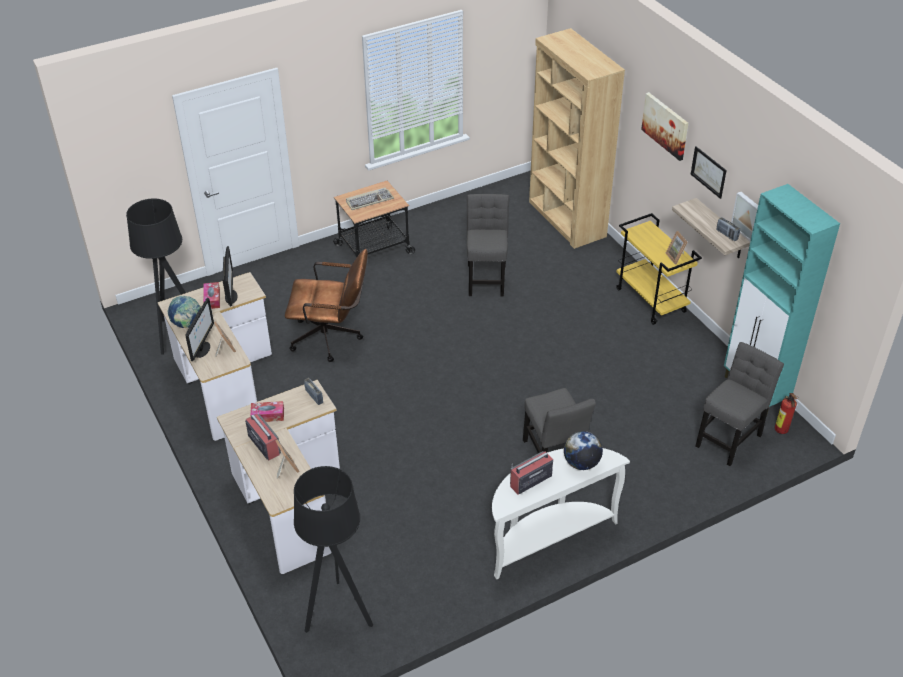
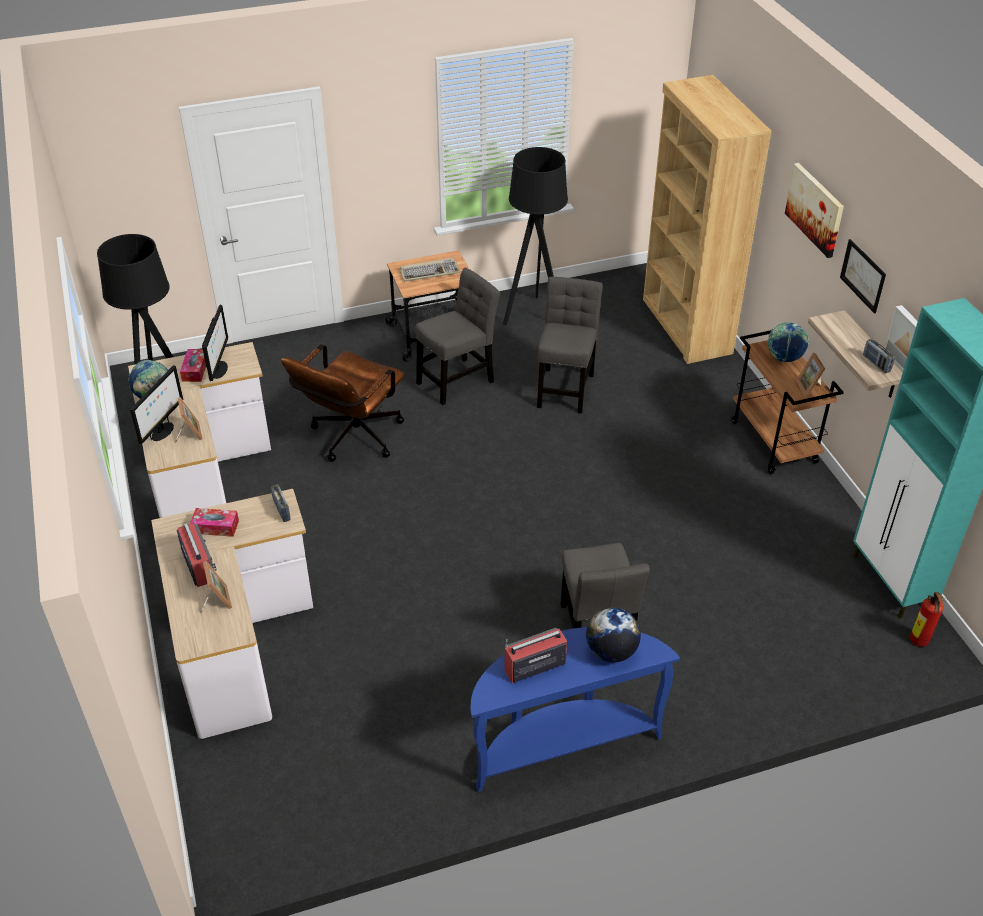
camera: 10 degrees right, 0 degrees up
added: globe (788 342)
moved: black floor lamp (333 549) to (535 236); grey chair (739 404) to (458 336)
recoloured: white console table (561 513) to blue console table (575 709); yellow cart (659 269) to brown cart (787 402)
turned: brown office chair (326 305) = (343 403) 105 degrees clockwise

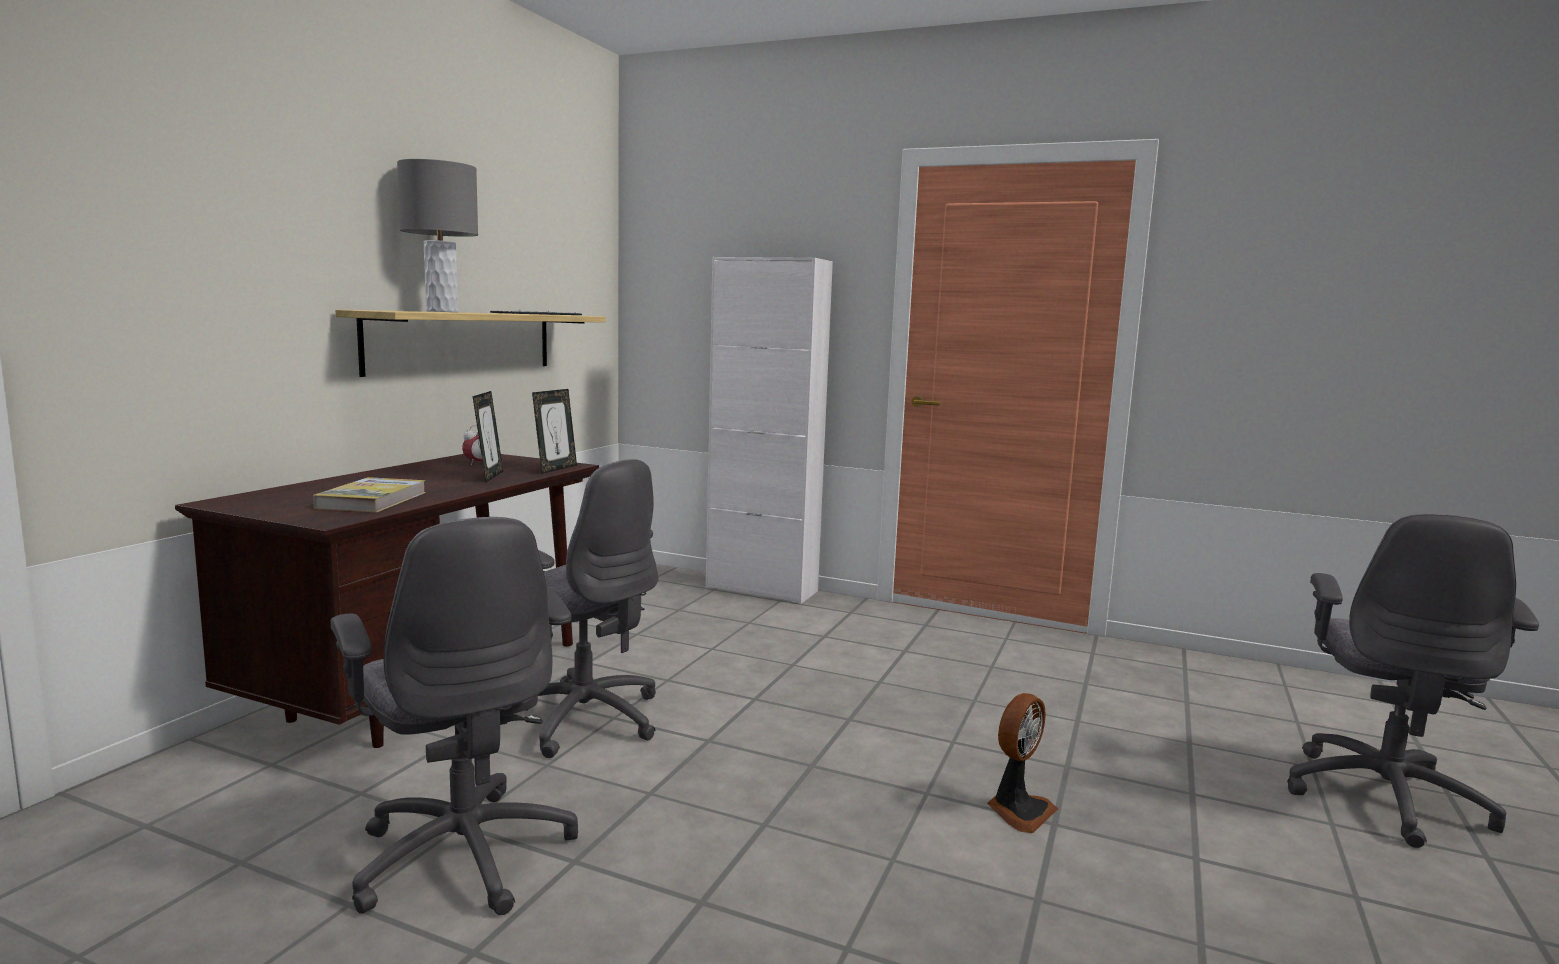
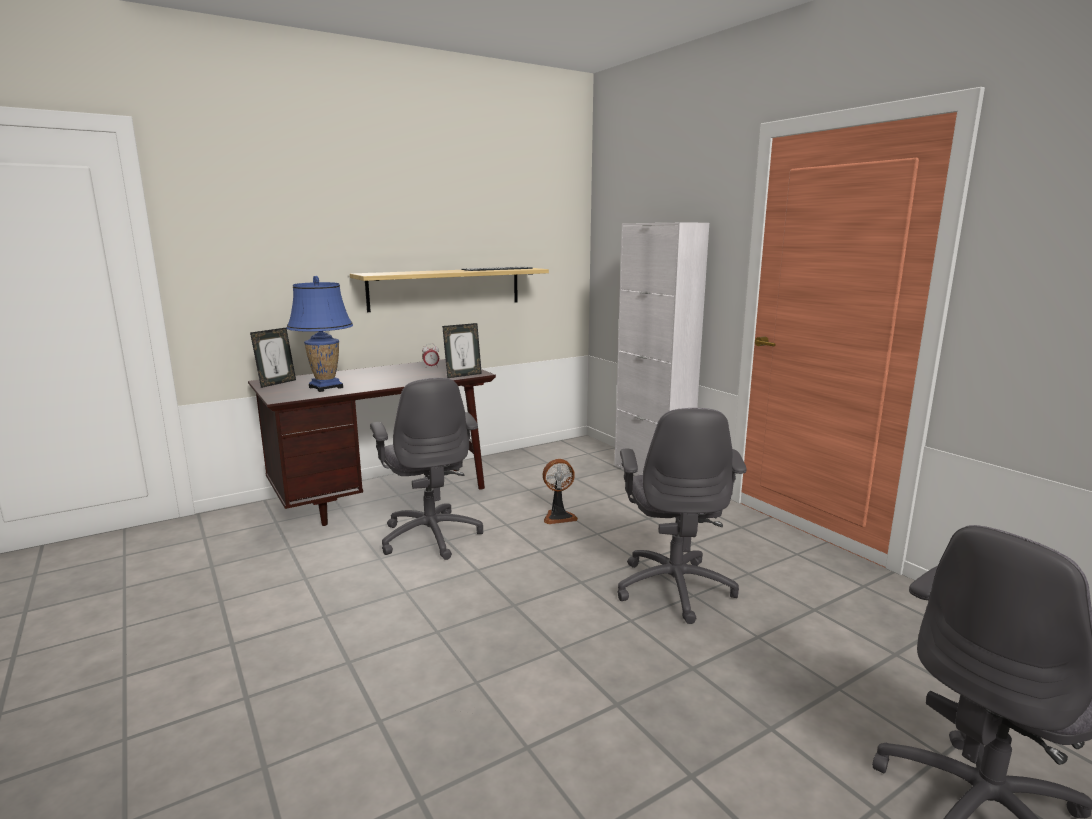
camera: 35 degrees right, 5 degrees up
removed: grey table lamp (437 235)
moved: grey office chair (454 716) to (682 516); picture frame (488 436) to (273 358); fan (1022 763) to (560 491)
replaced: book (369 494) to blue table lamp (320 334)

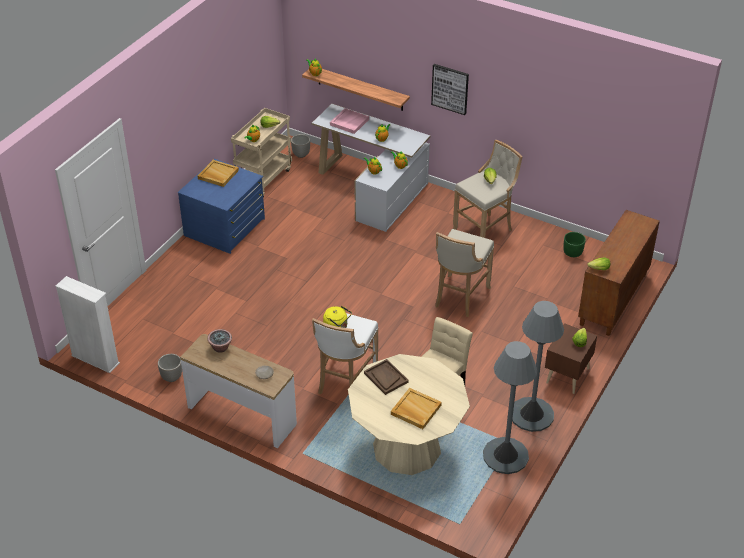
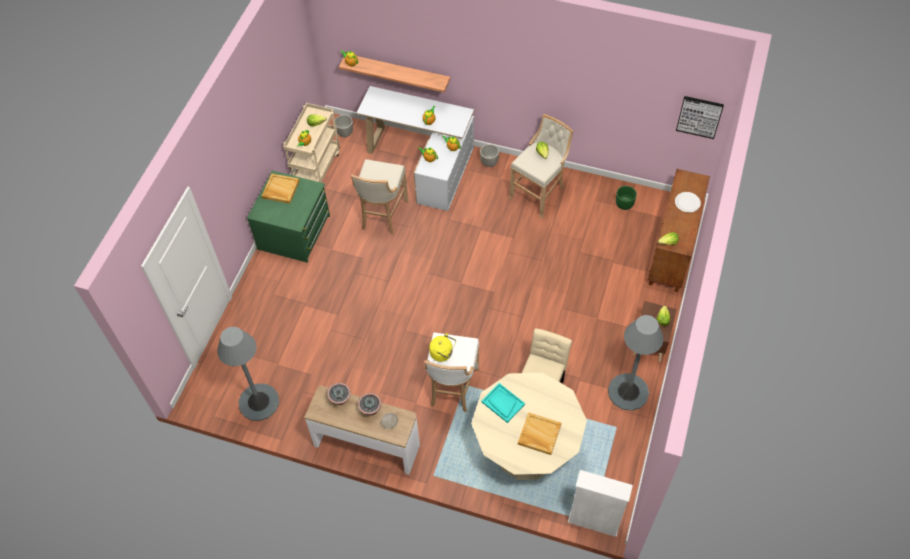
camera: 10 degrees left, 15 degrees up
removed: pink tray (349 121)
added: potted plant (369 404); white plate (688 202)
moved: white bookcase (87 324) to (600 503); planter (170 368) to (489 155); picture (450 89) to (700 117); beige stool (464 273) to (380 197); grey floor lamp (510 407) to (248 374)
recoloured: blue dresser (221 206) to green dresser (288 217); brown tray (386 377) to turquoise tray (503 403)

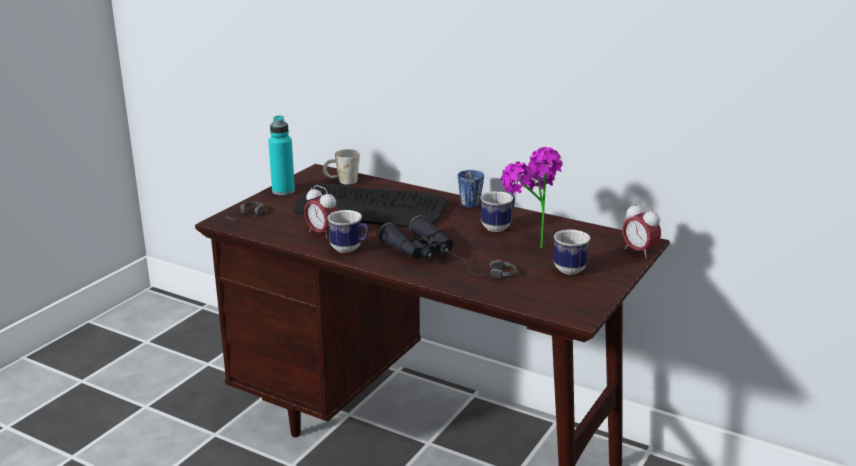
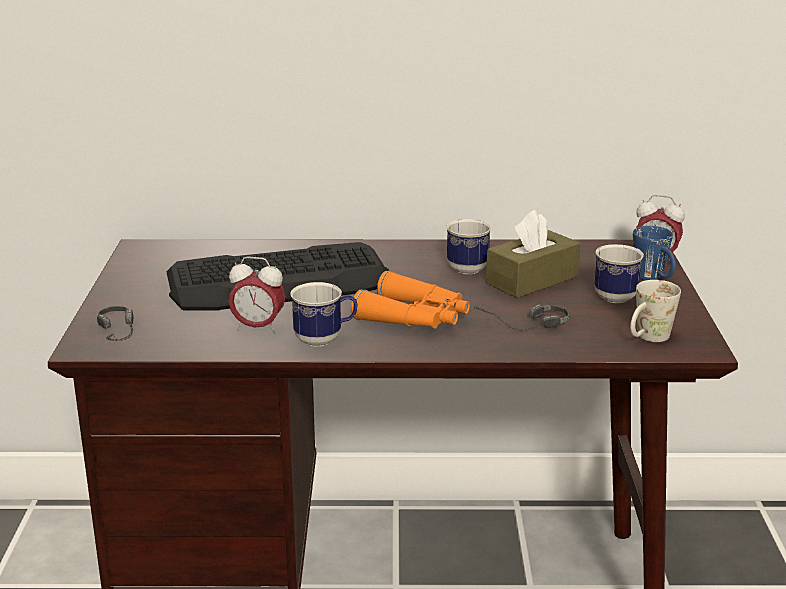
camera: 30 degrees left, 0 degrees up
removed: turquoise bottle (281 155)
moved: white mug (341 167) to (655 311); blue mug (471 189) to (654 253)
replaced: potted plant (532 198) to brown tissue box (533 254)
recoloured: black binoculars (415 237) to orange binoculars (410 300)

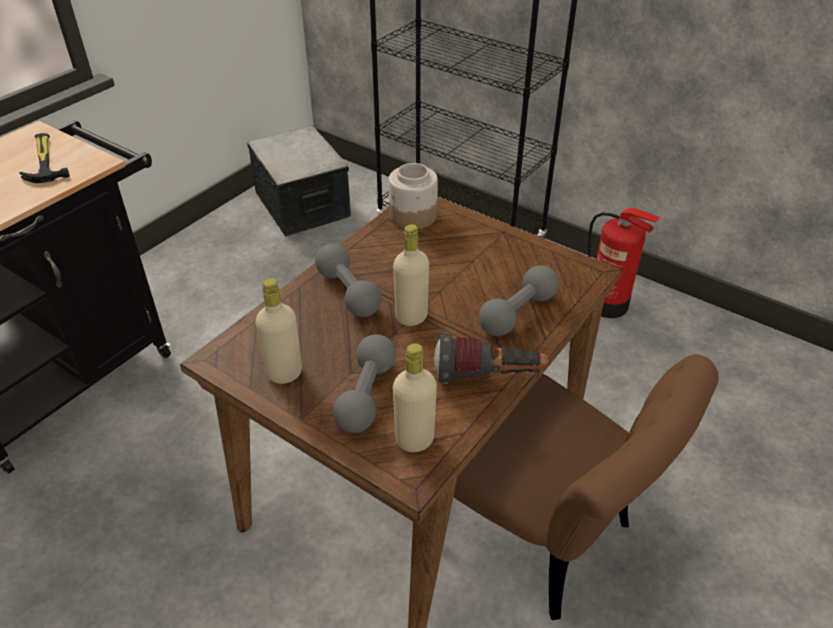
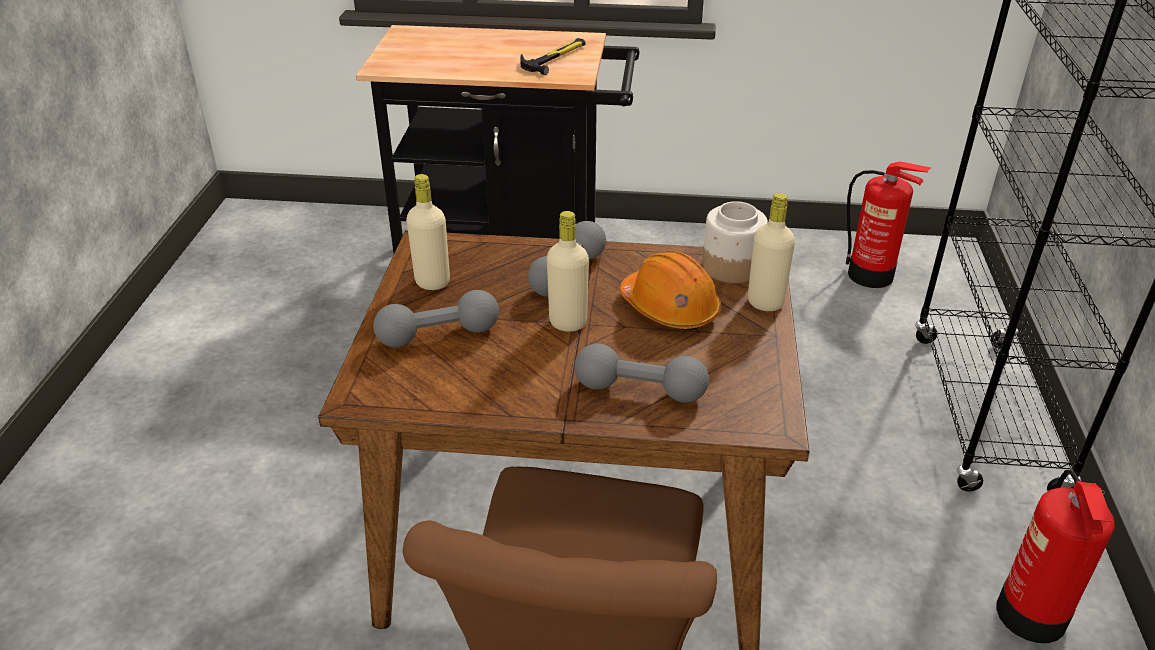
camera: 60 degrees right, 5 degrees down
removed: flashlight (491 358)
added: orange hard hat (670 290)
moved: beige bottle (415 397) to (771 252)
replaced: storage box (299 182) to fire extinguisher (888 225)

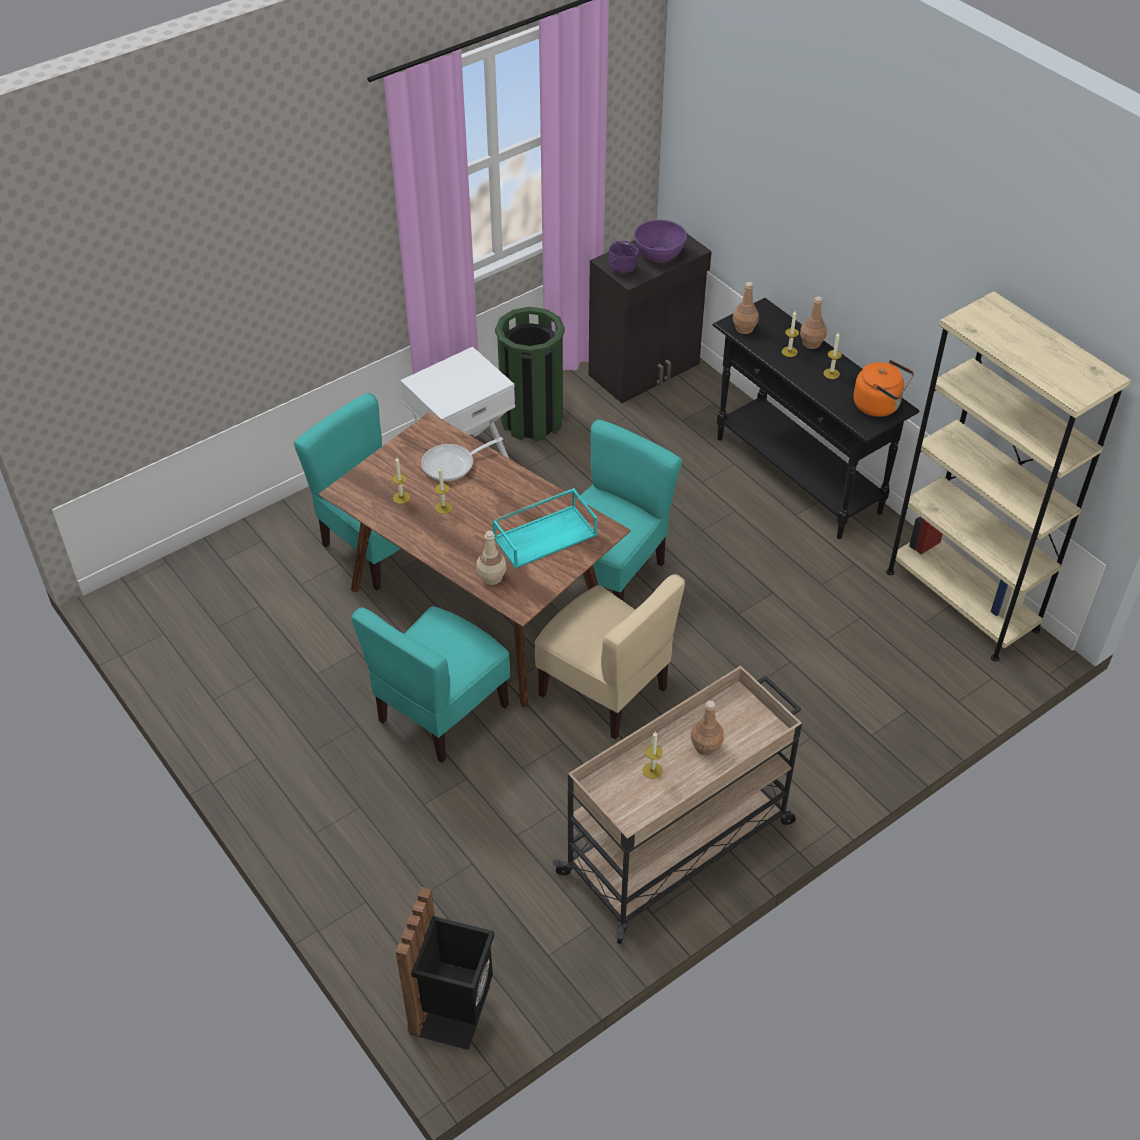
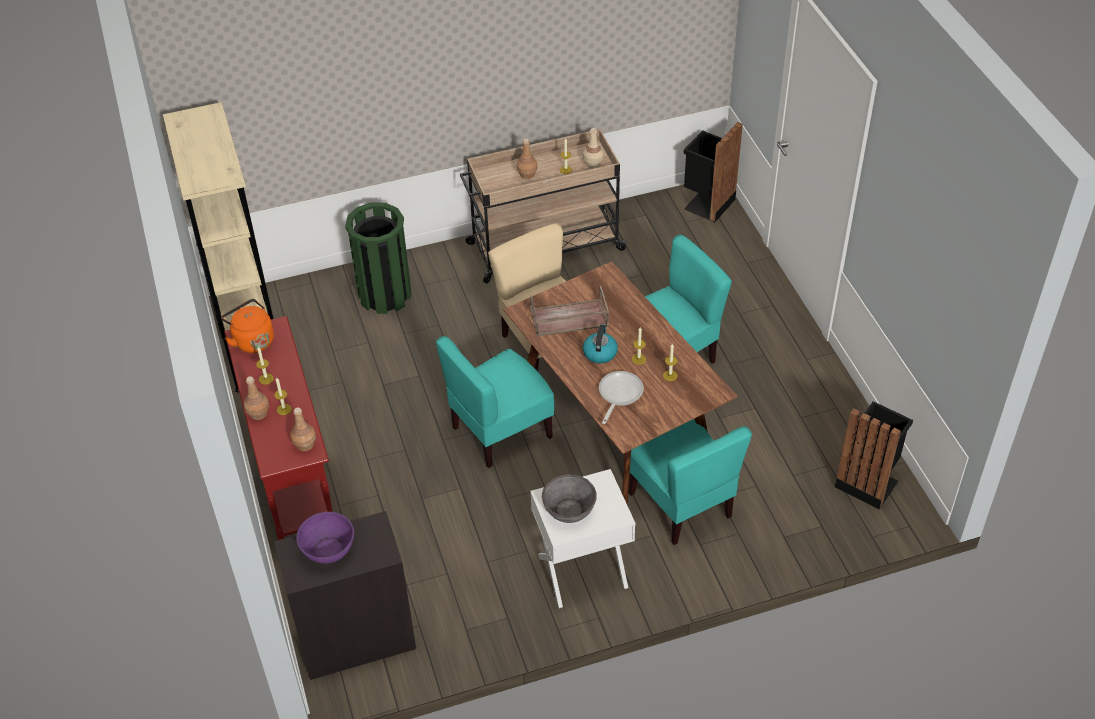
camera: 160 degrees left, 0 degrees up
removed: purple bowl (624 257)
added: grey bowl (569 498); kettle (600 344); black trash can (874 455)
moved: beige bottle (491 558) to (593 148); green trash can (530 374) to (378 258)
recoloured: turquoise tray (544 528) to brown tray (569 311); black console table (816 418) to red console table (278 428)
turned: frying pan (462 459) = (621 397) 60 degrees counterclockwise

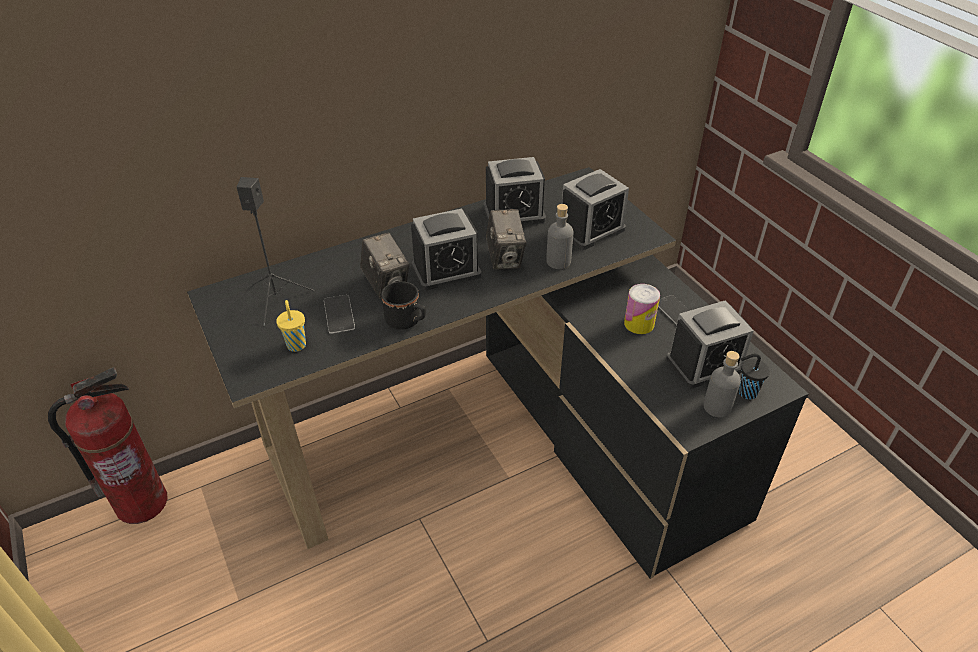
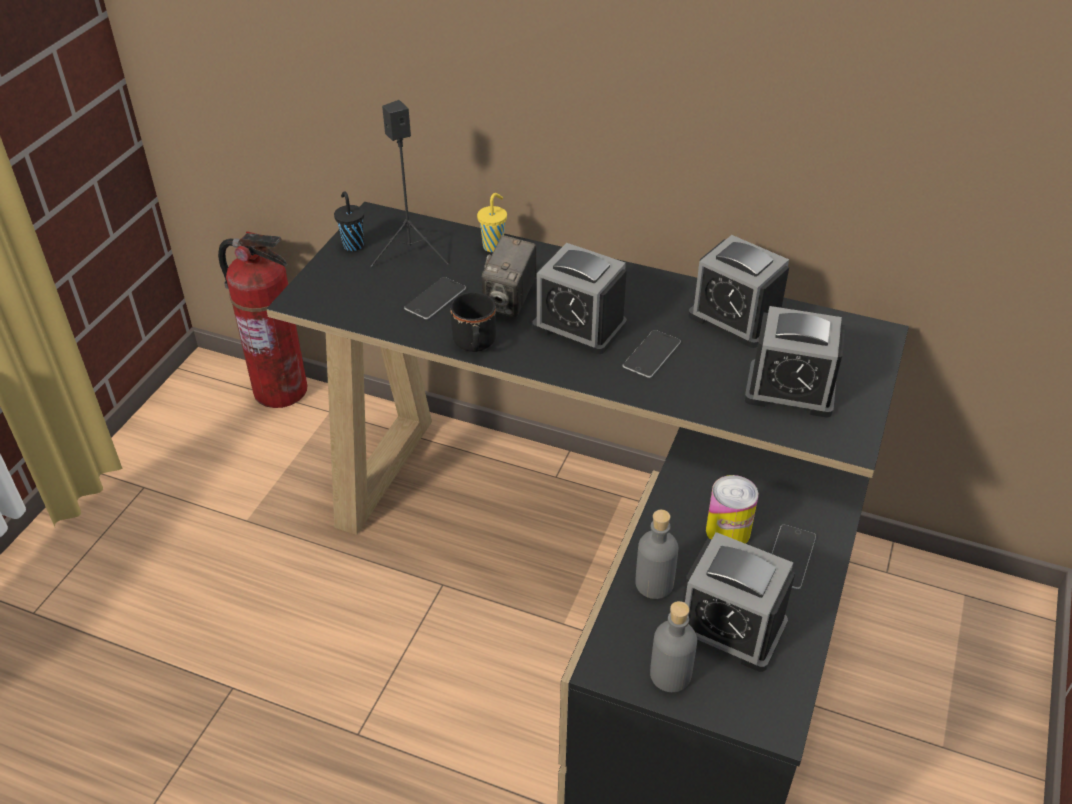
camera: 50 degrees right, 0 degrees up
moved: yellow cup (291 326) to (492 222); grey bottle (560 236) to (656 554); black cup (754 376) to (349 221)
replaced: photo camera (506 239) to phone (652 354)

